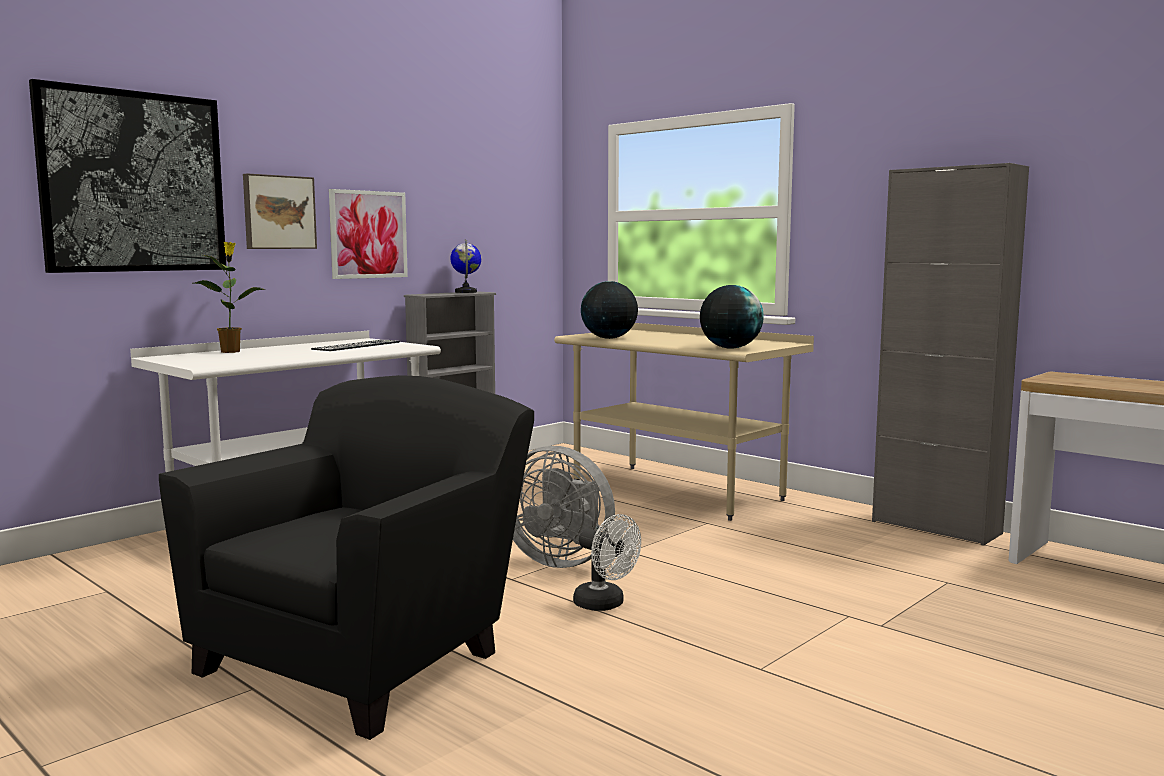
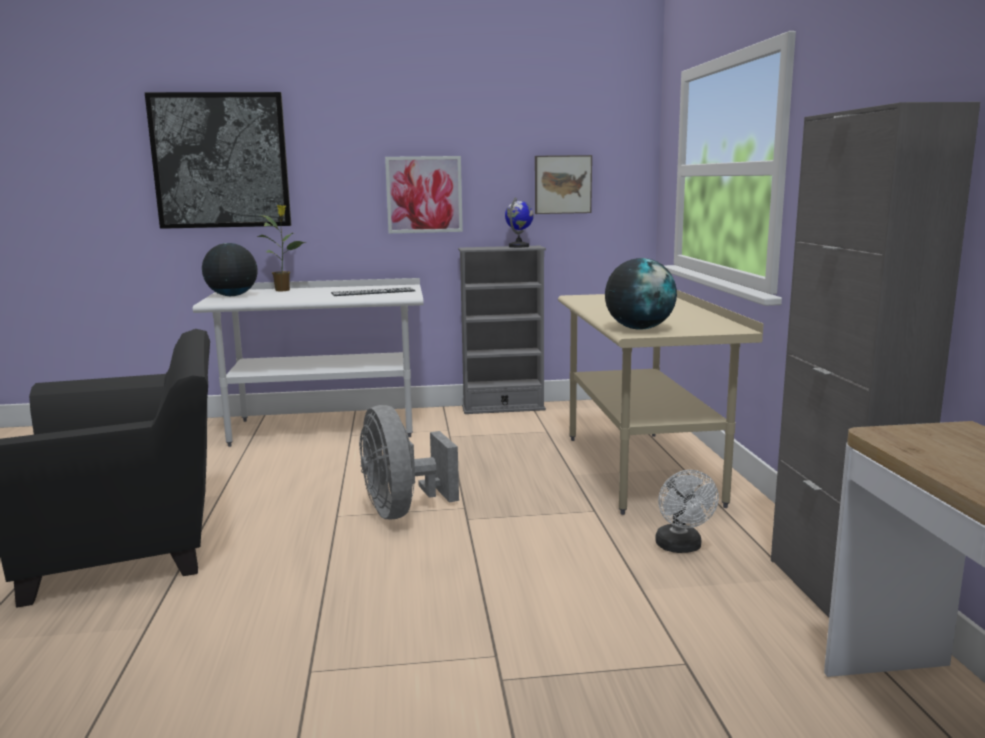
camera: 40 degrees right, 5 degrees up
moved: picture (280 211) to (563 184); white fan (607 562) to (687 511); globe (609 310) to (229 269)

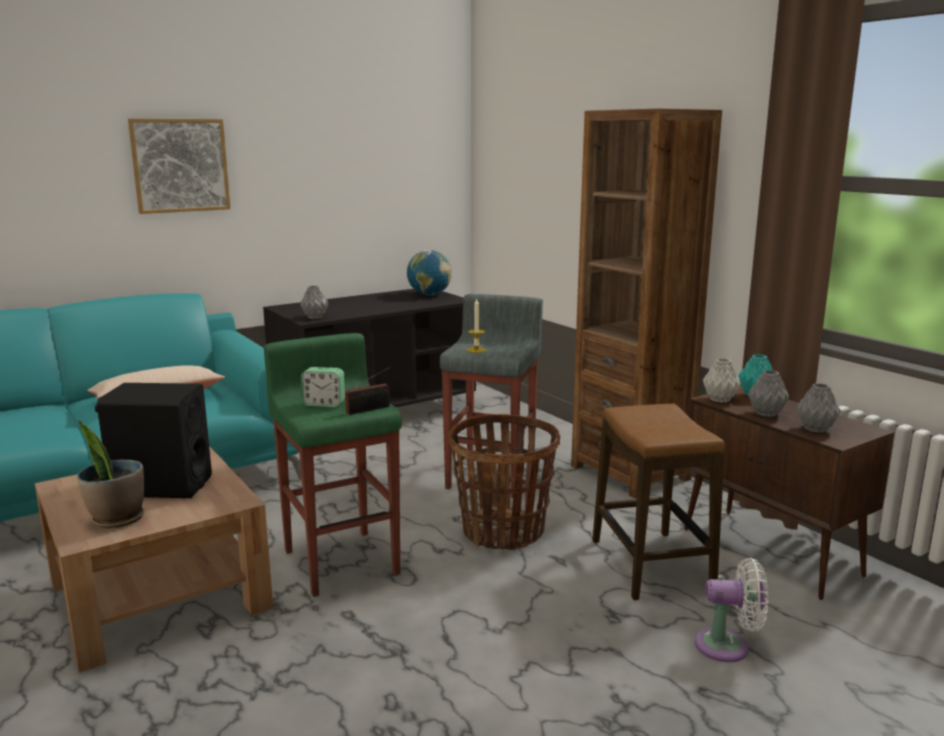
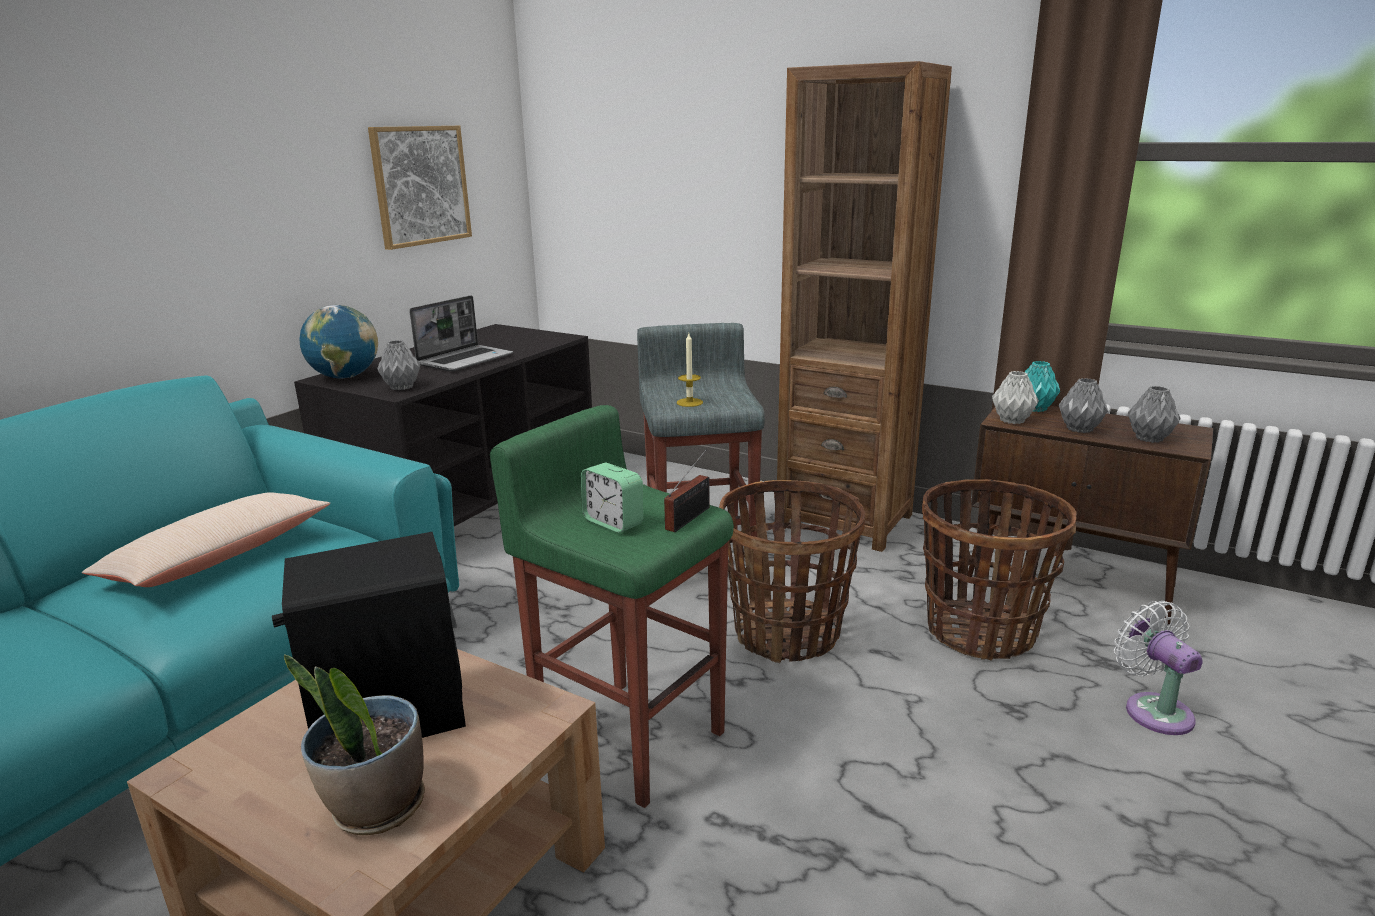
camera: 25 degrees left, 5 degrees up
added: laptop (461 333)
moved: picture (179 166) to (420 188); globe (429 272) to (338 342)
replaced: stool (658 502) to basket (999 570)
turned: alarm clock (323 387) = (612 498) 60 degrees clockwise; white fan (731 610) = (1158 668) 90 degrees counterclockwise

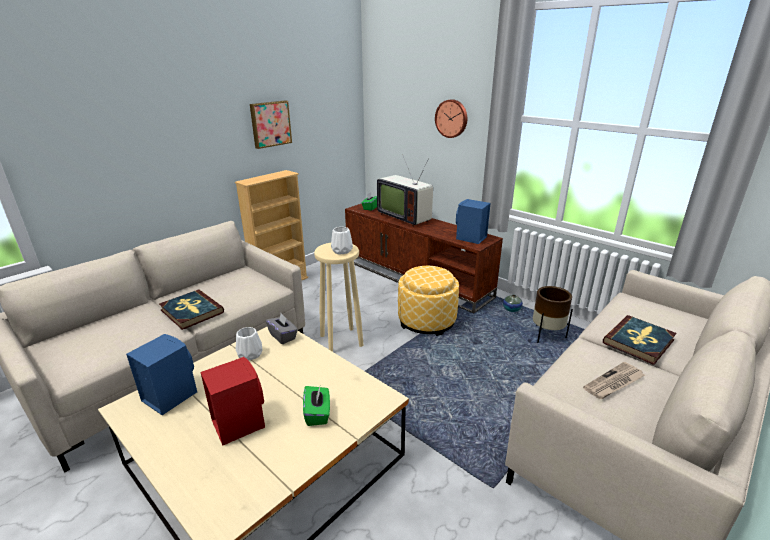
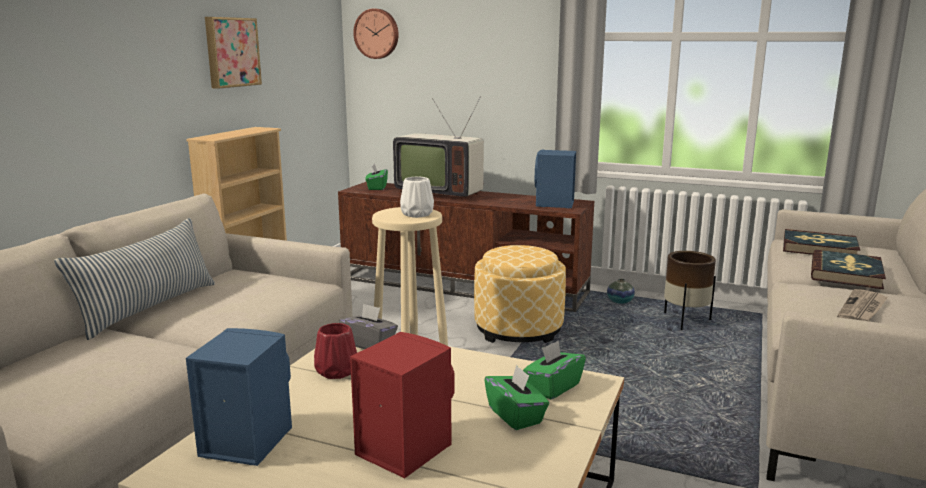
camera: 20 degrees left, 10 degrees down
added: pillow (134 279); green tissue box (554 370)
moved: book (191 310) to (821 242); wall clock (451 118) to (376 33)
recoloured: white vase (249 344) to red vase (335 351)

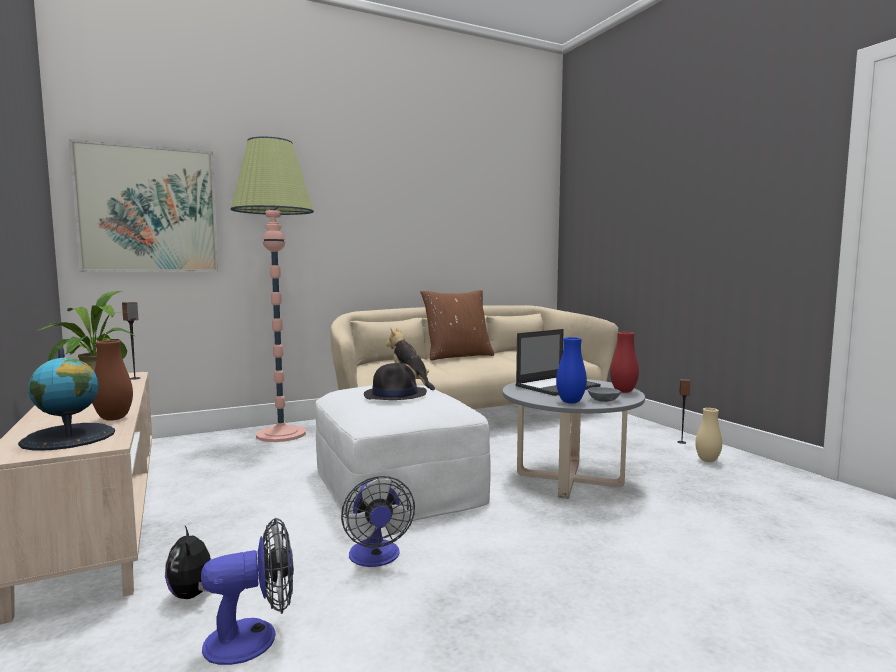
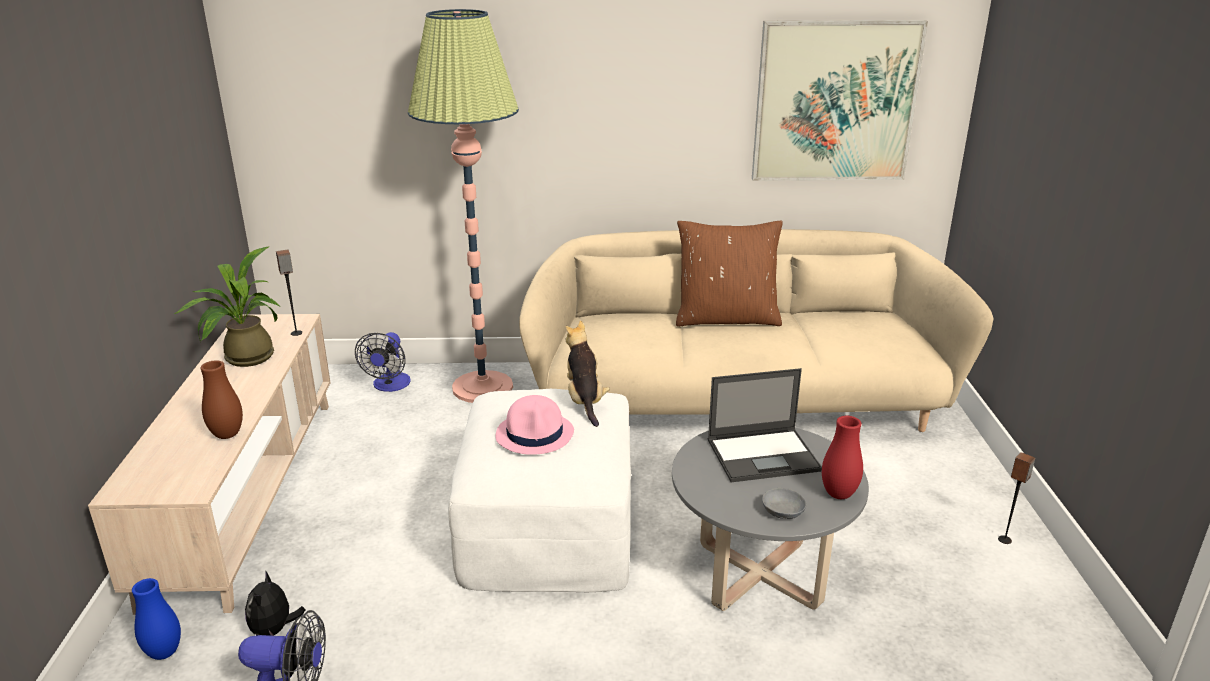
camera: 25 degrees right, 20 degrees up
removed: globe (66 400); beige vase (708 435)
moved: picture (144 205) to (840 100); fan (378 521) to (383 362); blue vase (571 370) to (156 619)
recoloured: black hat (395 381) to pink hat (535 425)

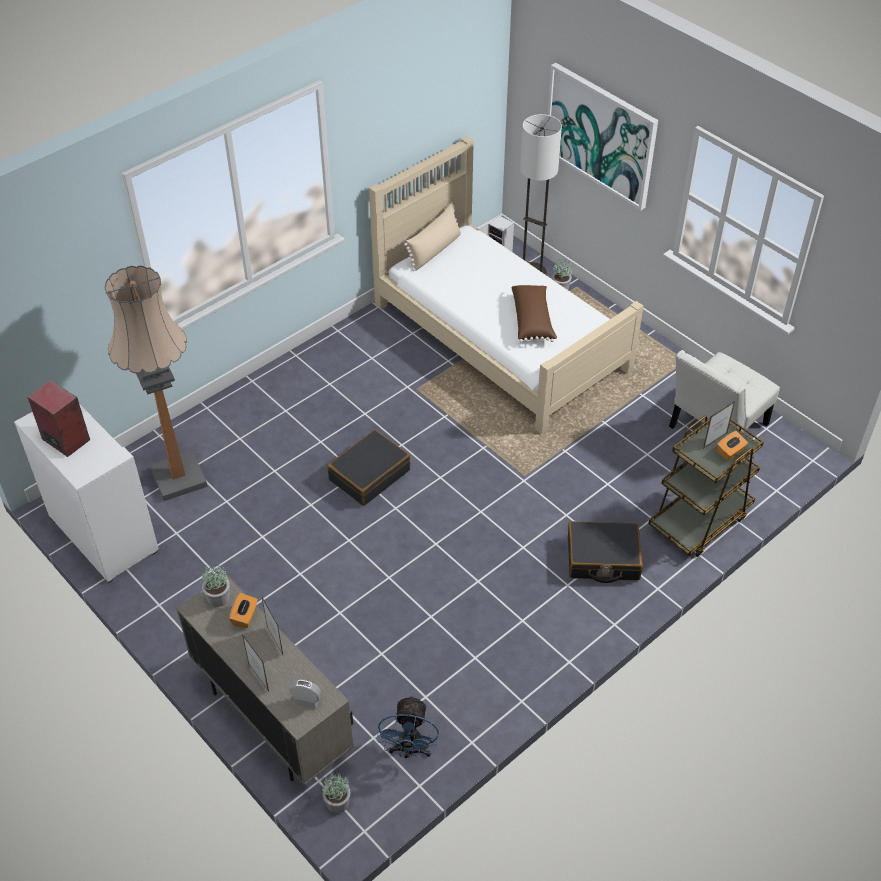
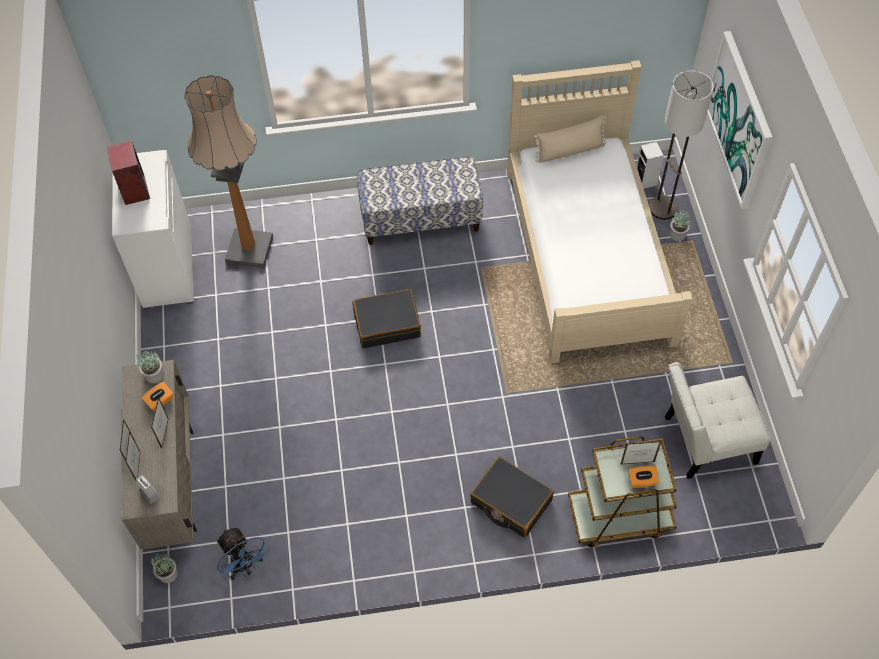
camera: 35 degrees right, 10 degrees up
removed: brown pillow (534 313)
added: picture frame (133 455); bench (420 200)
turned: blue fan (408 726) = (243 554) 75 degrees counterclockwise

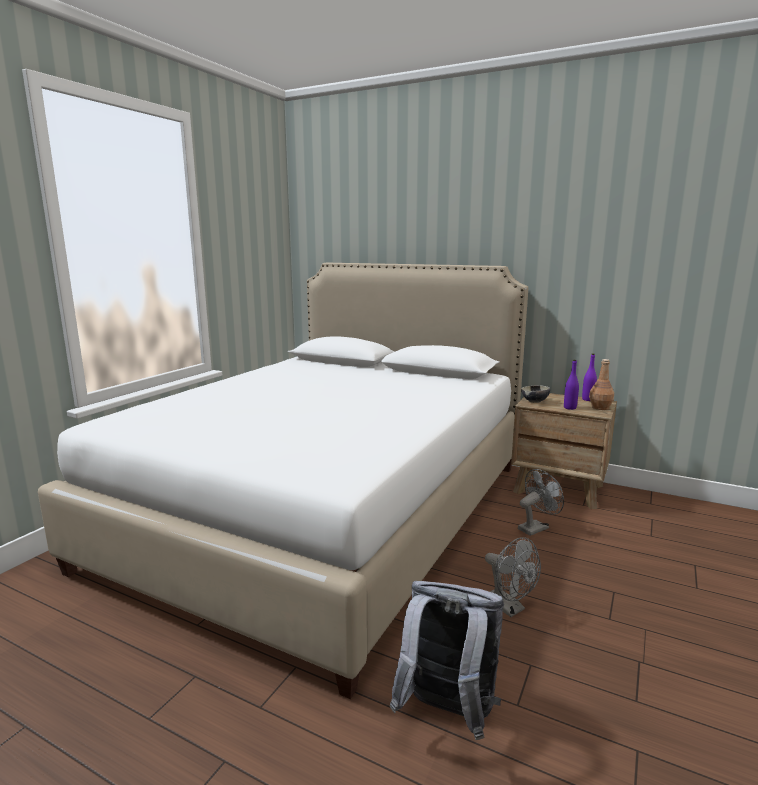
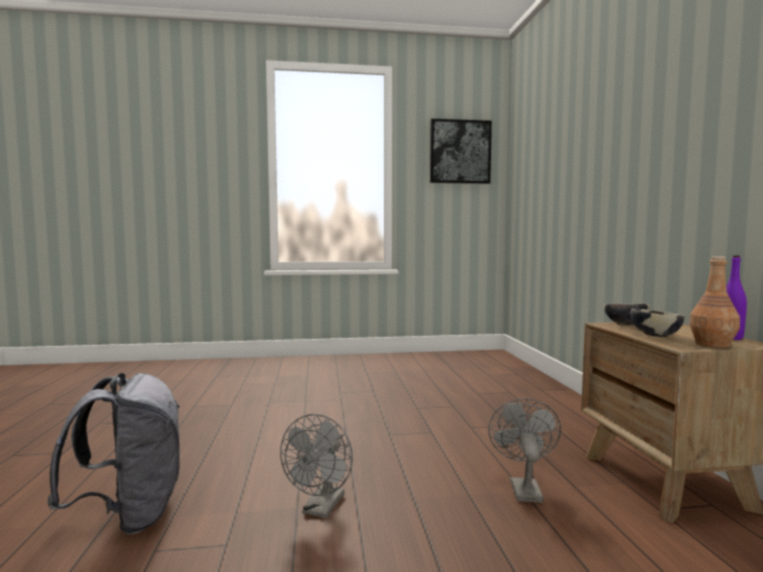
camera: 55 degrees right, 10 degrees down
removed: white bed (283 481)
added: picture (461 151)
replaced: purple bottle (571 385) to bowl (657 322)
turned: grey fan (541 502) = (524 450) 105 degrees counterclockwise

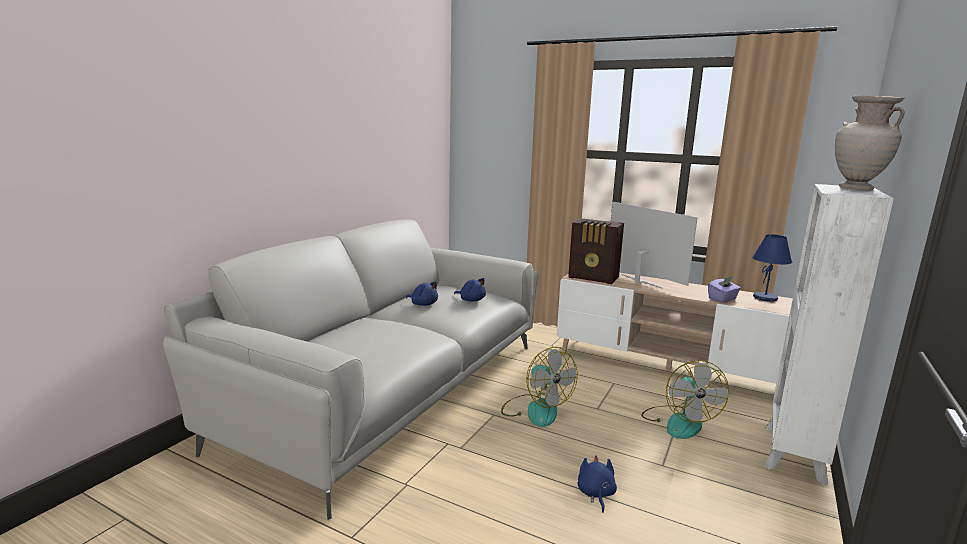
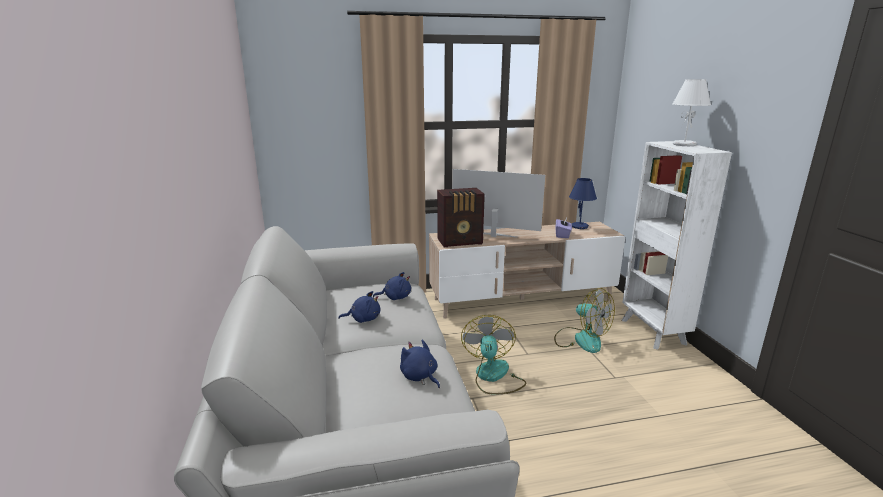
camera: 40 degrees left, 5 degrees up
moved: blue plush toy (597 484) to (420 364)
replaced: beige vase (870 143) to white table lamp (691 112)
turned: fan (539 387) = (493 355) 105 degrees counterclockwise

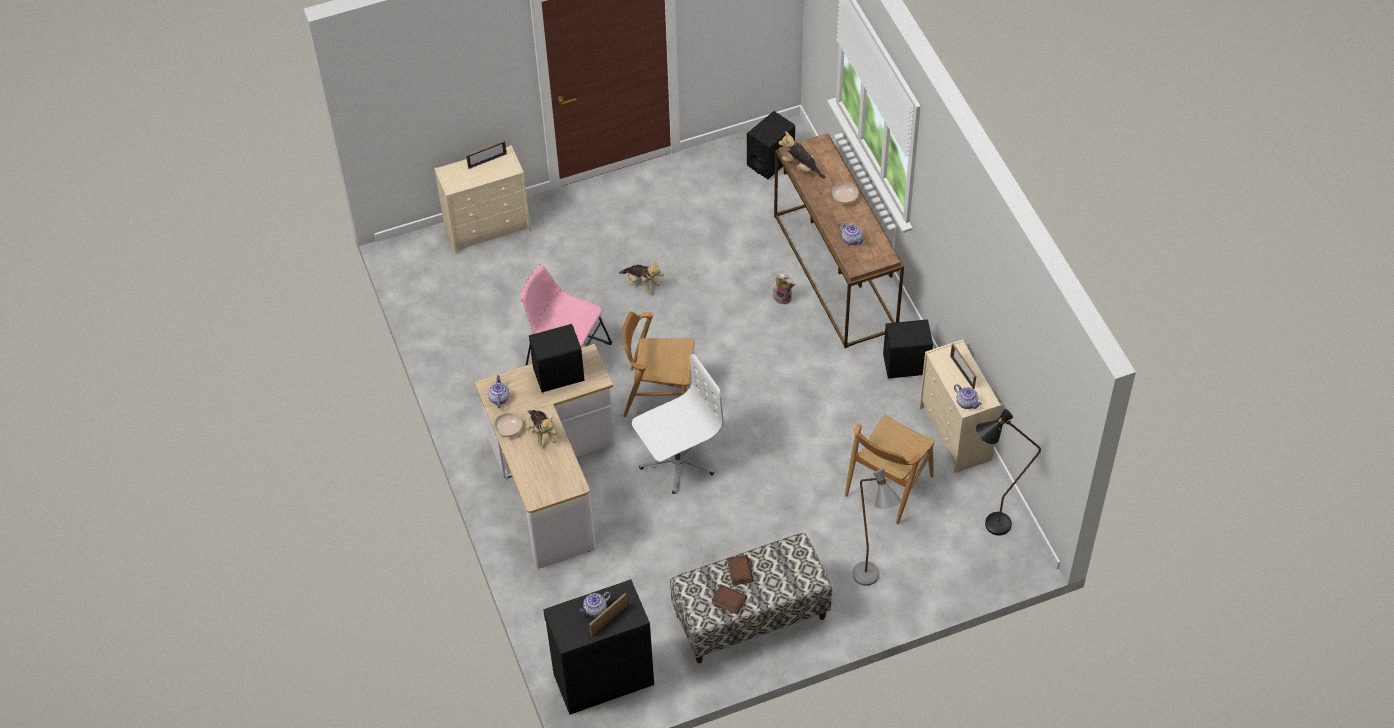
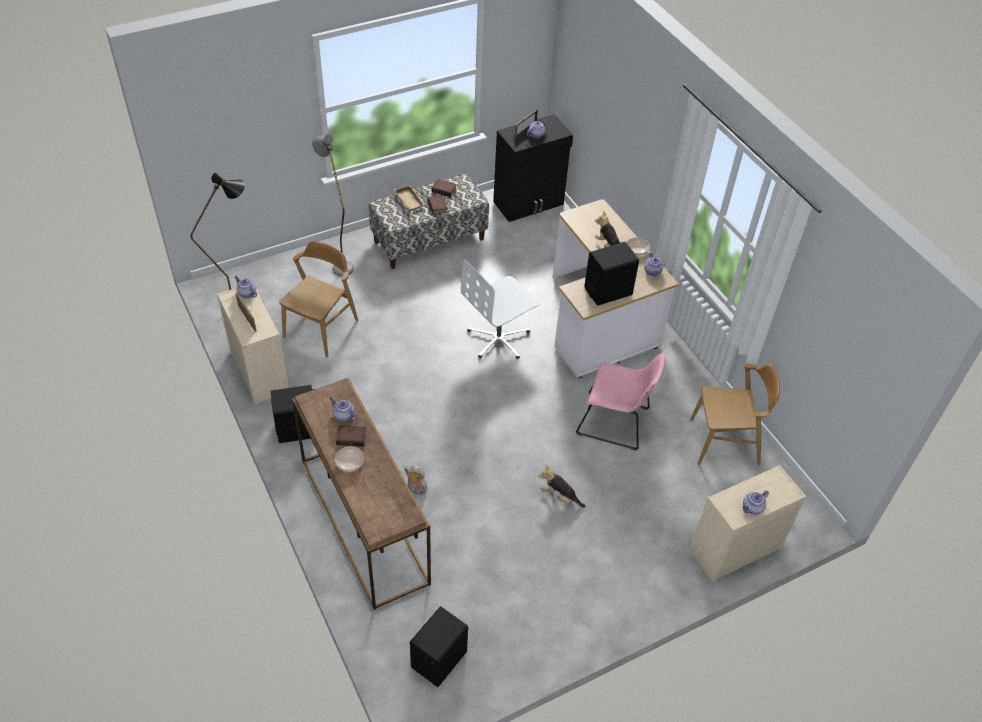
camera: 170 degrees right, 5 degrees down
removed: plush toy (802 154)
added: book (351 436); beige tray (409 198)
moved: brown chair (658 364) to (735 415)
replaced: picture frame (486 154) to teapot (756 503)

